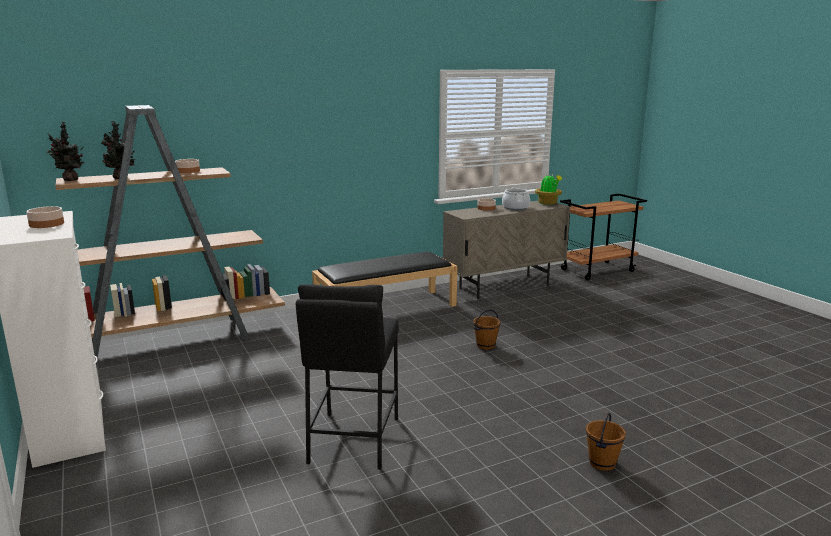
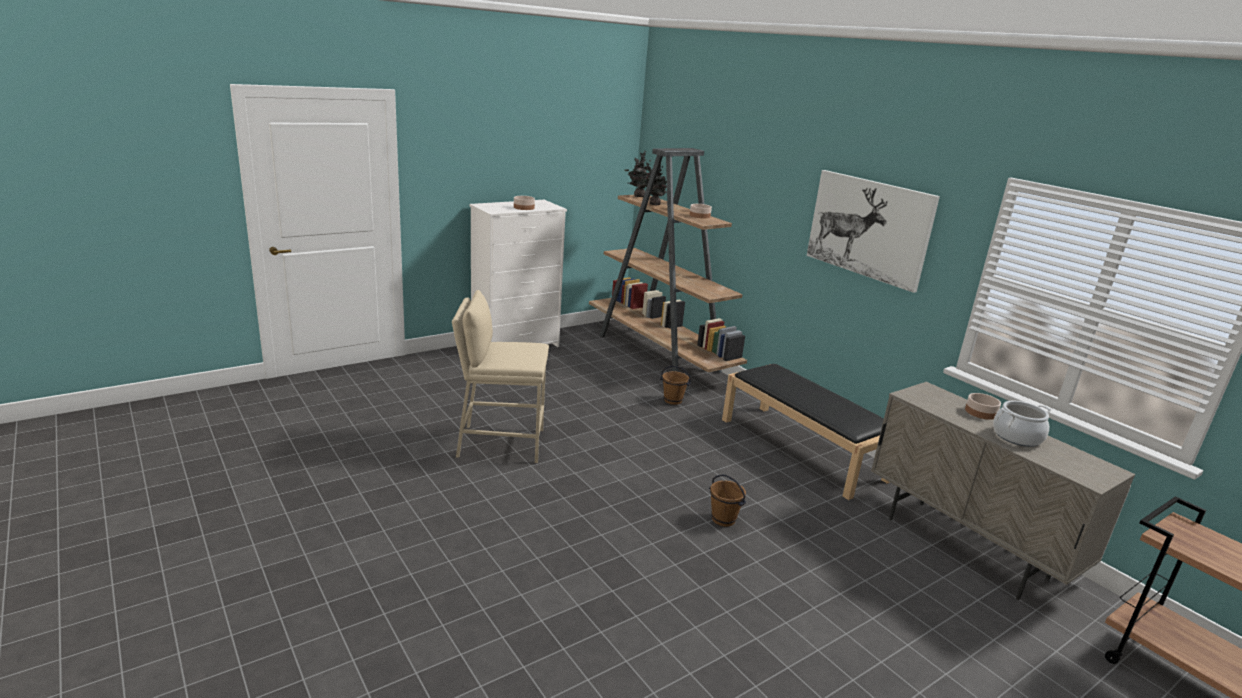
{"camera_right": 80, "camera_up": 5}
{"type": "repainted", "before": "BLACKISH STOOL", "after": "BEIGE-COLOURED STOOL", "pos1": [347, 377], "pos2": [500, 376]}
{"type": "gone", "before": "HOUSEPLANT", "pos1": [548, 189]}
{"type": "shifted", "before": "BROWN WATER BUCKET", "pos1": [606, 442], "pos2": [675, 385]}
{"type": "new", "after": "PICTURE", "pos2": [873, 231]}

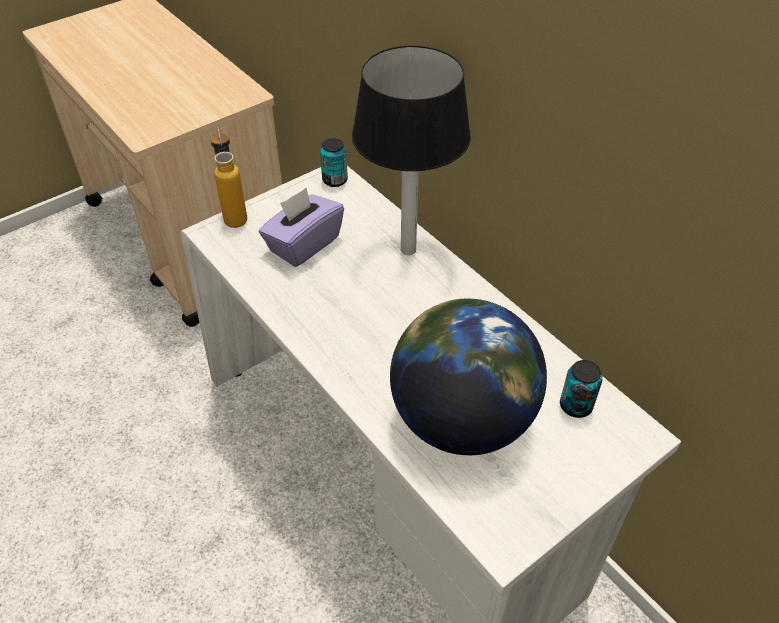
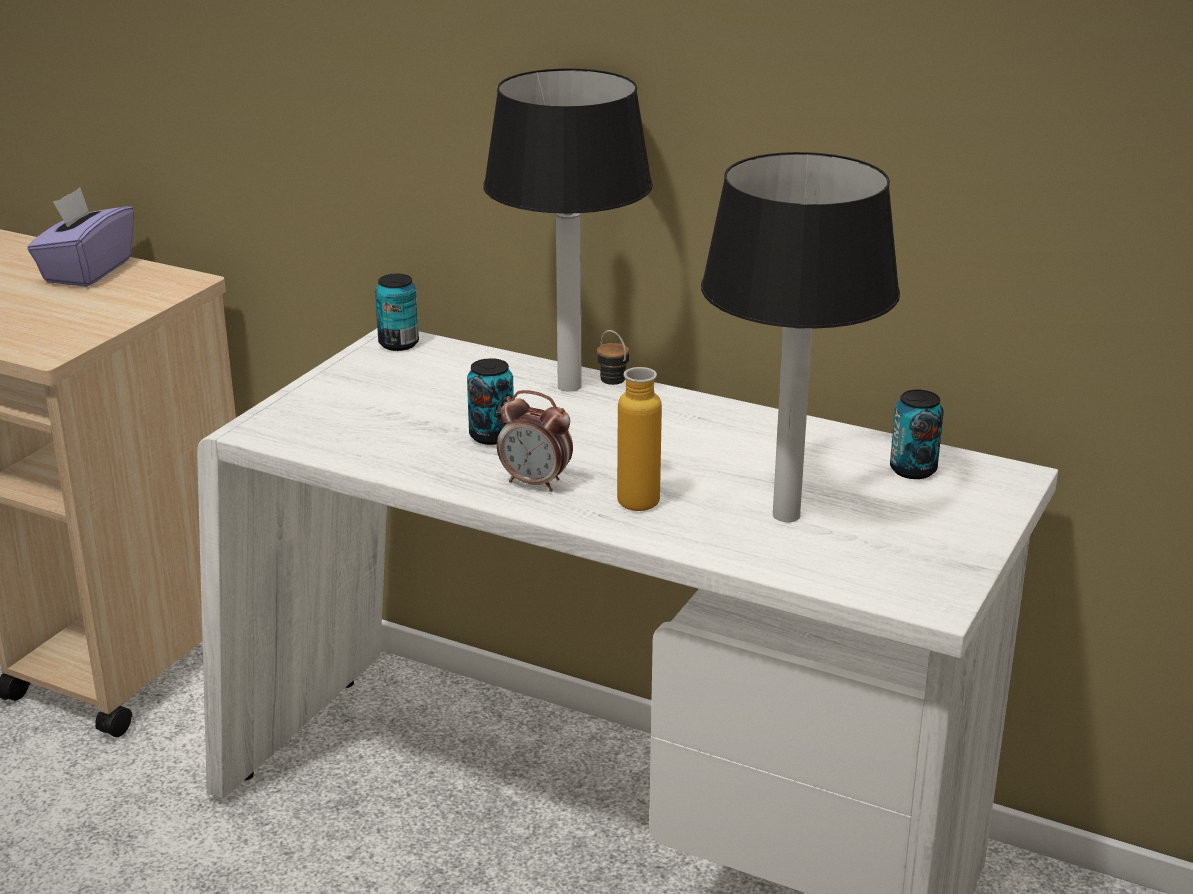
{"camera_right": -25, "camera_up": -20}
{"type": "shifted", "before": "BOTTLE", "pos1": [229, 177], "pos2": [629, 420]}
{"type": "shifted", "before": "PURPLISH TISSUE HOLDER", "pos1": [301, 227], "pos2": [80, 237]}
{"type": "swapped", "before": "GLOBE", "after": "TABLE LAMP", "pos1": [468, 377], "pos2": [800, 337]}
{"type": "new", "after": "CAN", "pos2": [490, 401]}
{"type": "new", "after": "TABLE CLOCK", "pos2": [535, 441]}

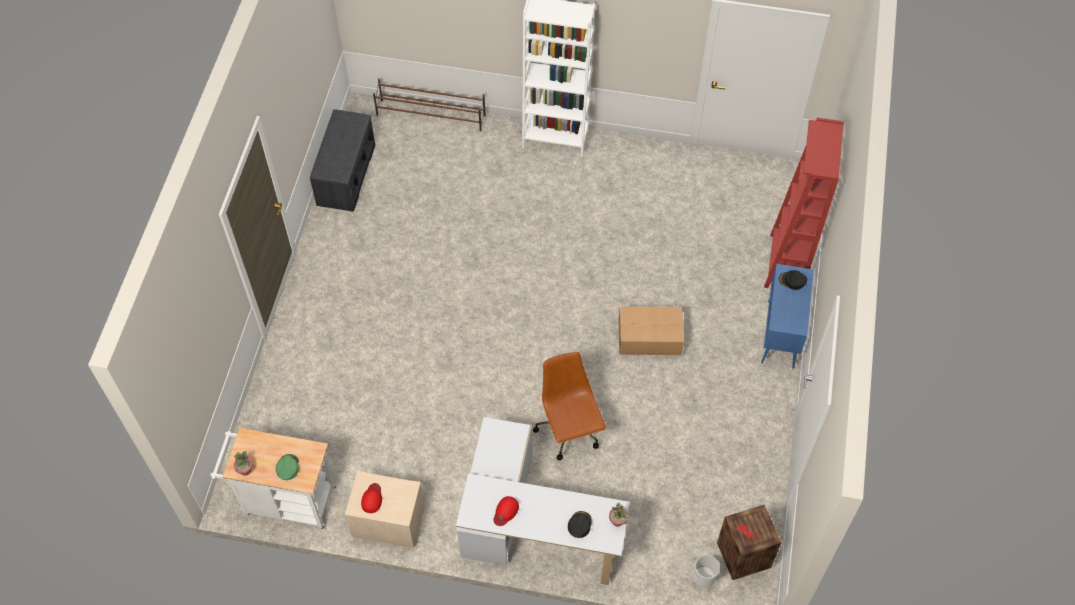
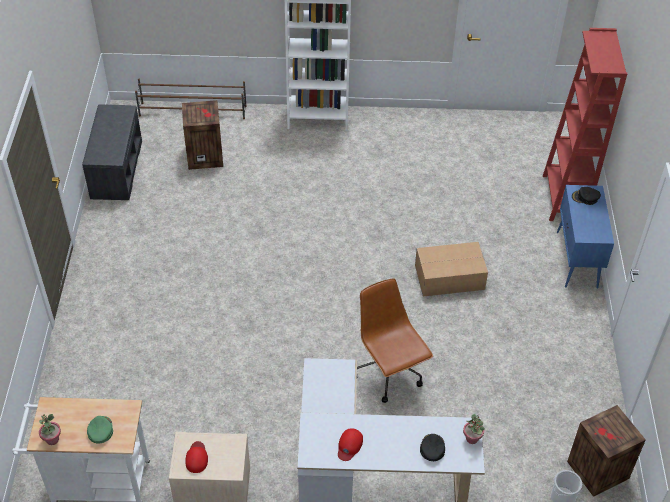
{"camera_right": -10, "camera_up": -10}
{"type": "new", "after": "CRATE", "pos2": [202, 135]}

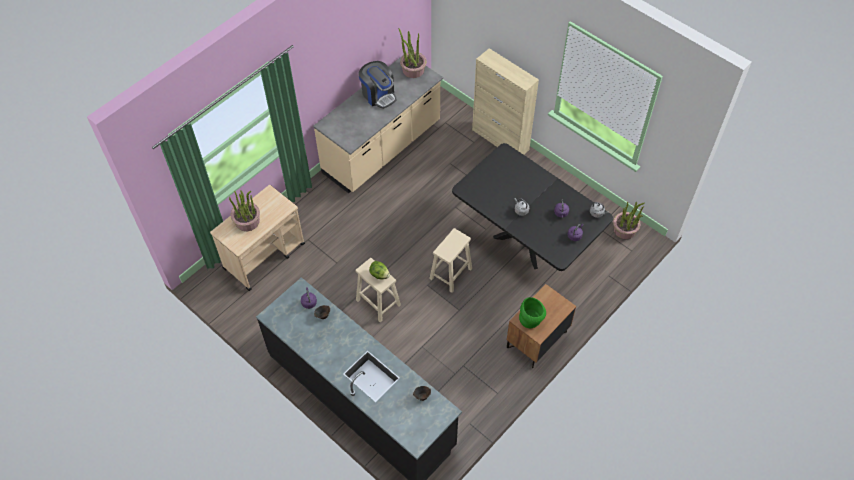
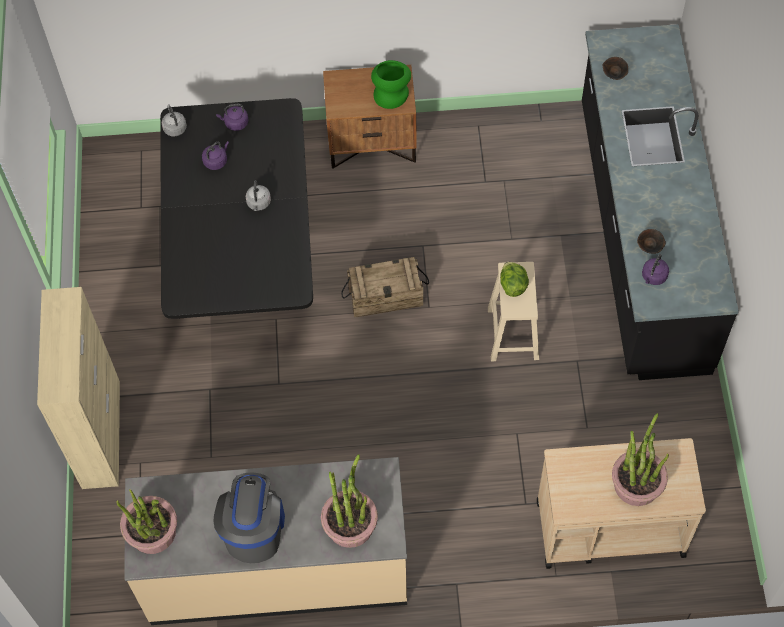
{"camera_right": -135, "camera_up": 5}
{"type": "swapped", "before": "BEIGE-COLOURED STOOL", "after": "CRATE", "pos1": [450, 260], "pos2": [385, 287]}
{"type": "shifted", "before": "HOUSEPLANT", "pos1": [629, 220], "pos2": [349, 501]}

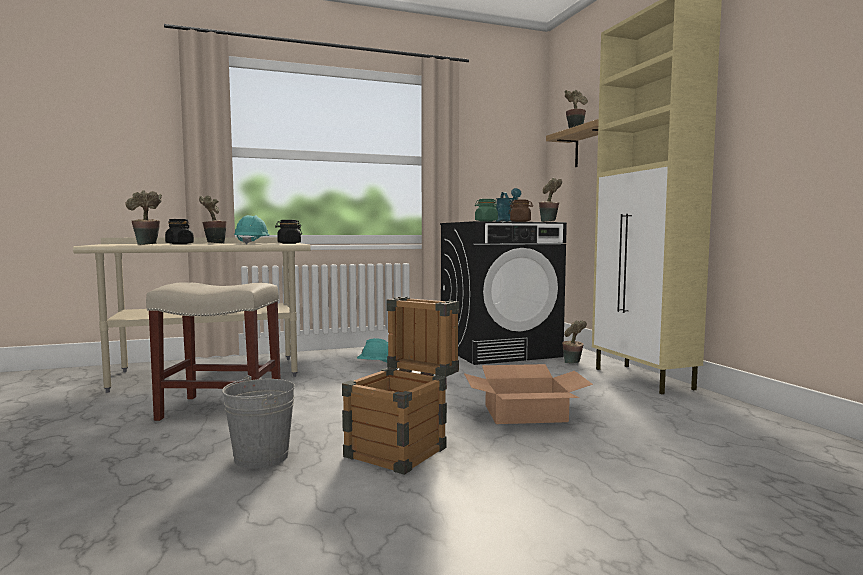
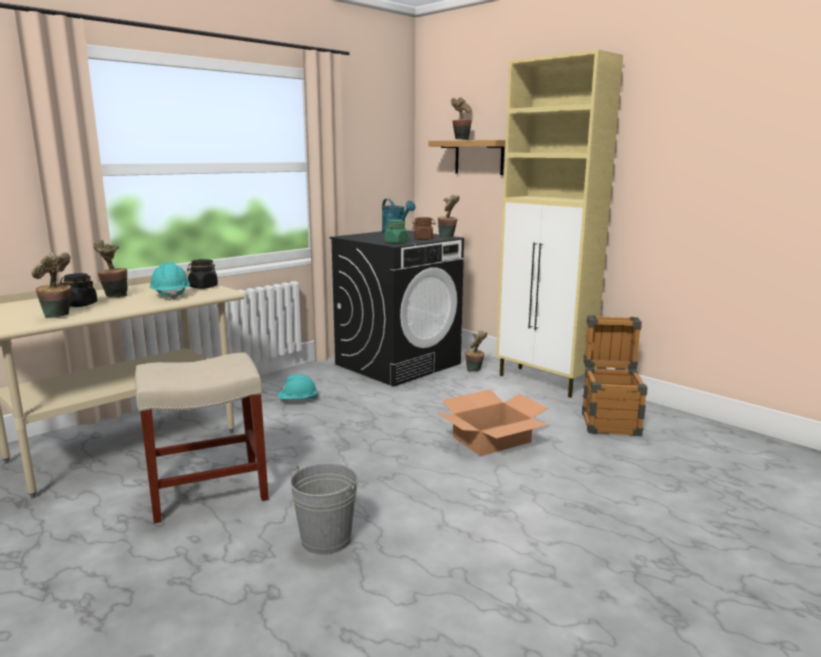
{"camera_right": -25, "camera_up": 10}
{"type": "shifted", "before": "CRATE", "pos1": [400, 386], "pos2": [615, 375]}

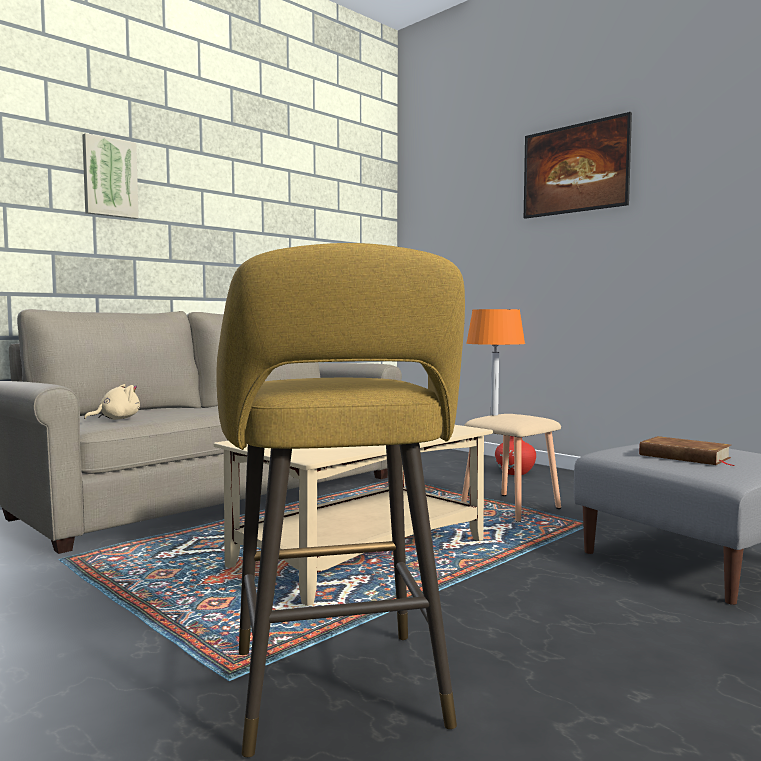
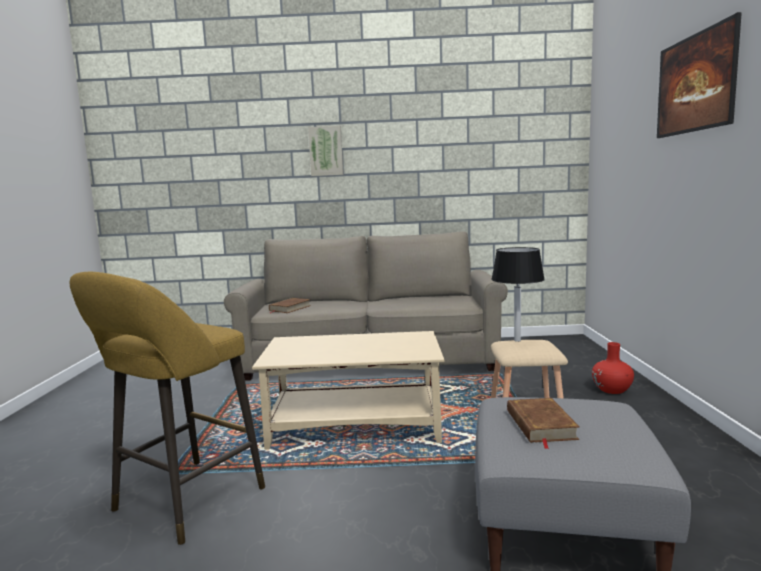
{"camera_right": 45, "camera_up": 5}
{"type": "swapped", "before": "BEIGE-COLOURED CUDDLY TOY", "after": "BROWN BOUND BOOK", "pos1": [112, 402], "pos2": [290, 305]}
{"type": "repainted", "before": "ORANGE-COLOURED TABLE LAMP", "after": "BLACKISH TABLE LAMP", "pos1": [495, 362], "pos2": [518, 294]}

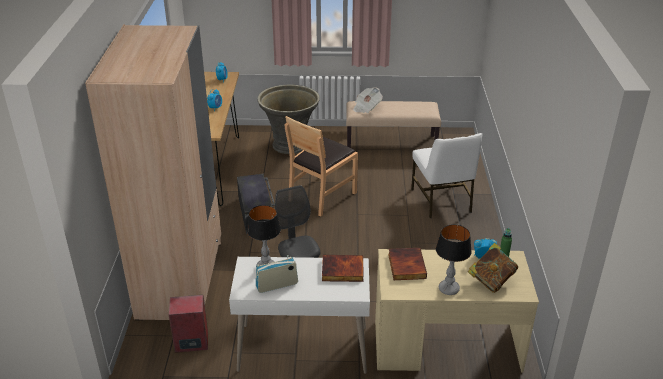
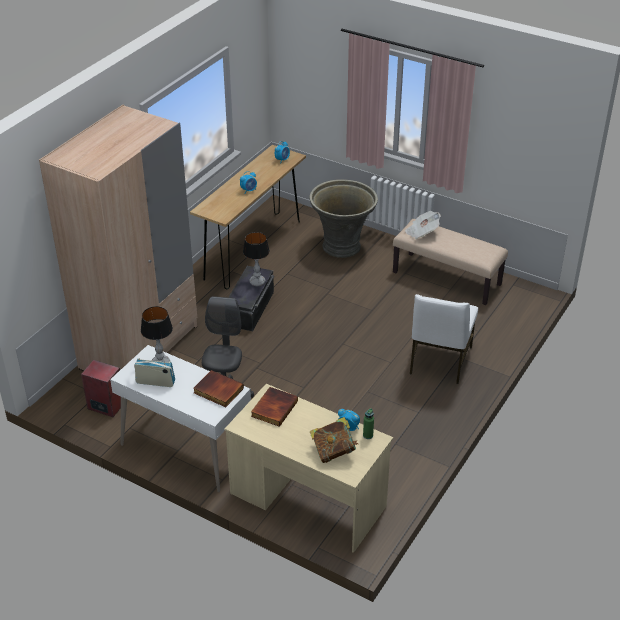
{"camera_right": 30, "camera_up": 5}
{"type": "gone", "before": "BROWN CHAIR", "pos1": [321, 166]}
{"type": "shifted", "before": "TABLE LAMP", "pos1": [454, 259], "pos2": [256, 259]}

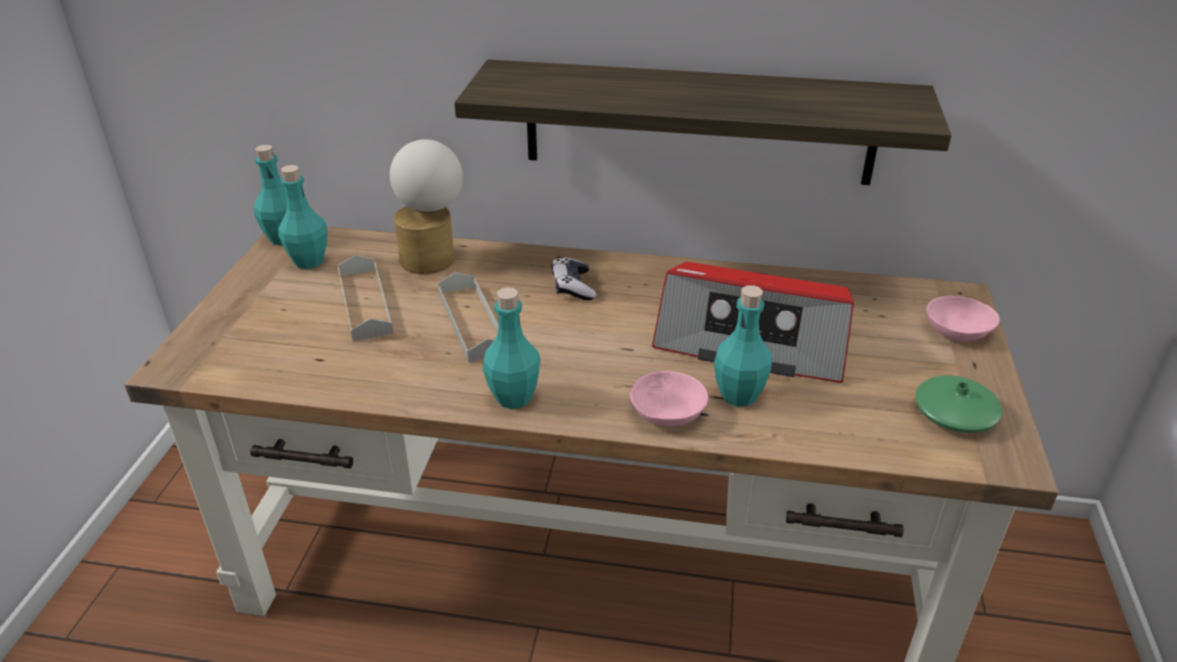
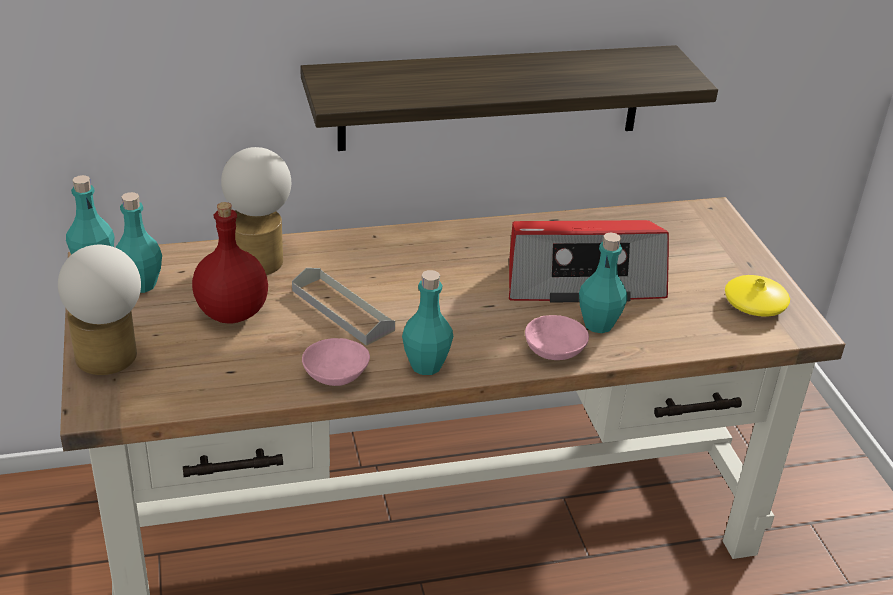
{"camera_right": -25, "camera_up": 0}
{"type": "swapped", "before": "GRAY SERVING TRAY", "after": "REDDISH BOTTLE", "pos1": [365, 298], "pos2": [230, 263]}
{"type": "gone", "before": "JOYPAD", "pos1": [574, 278]}
{"type": "repainted", "before": "GREEN DECORATIVE VASE", "after": "YELLOW DECORATIVE VASE", "pos1": [959, 404], "pos2": [757, 296]}
{"type": "shifted", "before": "PINK-COLOURED BOWL", "pos1": [963, 319], "pos2": [336, 362]}
{"type": "new", "after": "TABLE LAMP", "pos2": [99, 310]}

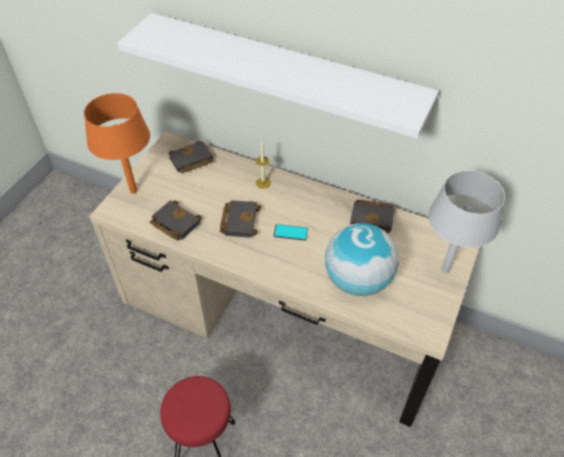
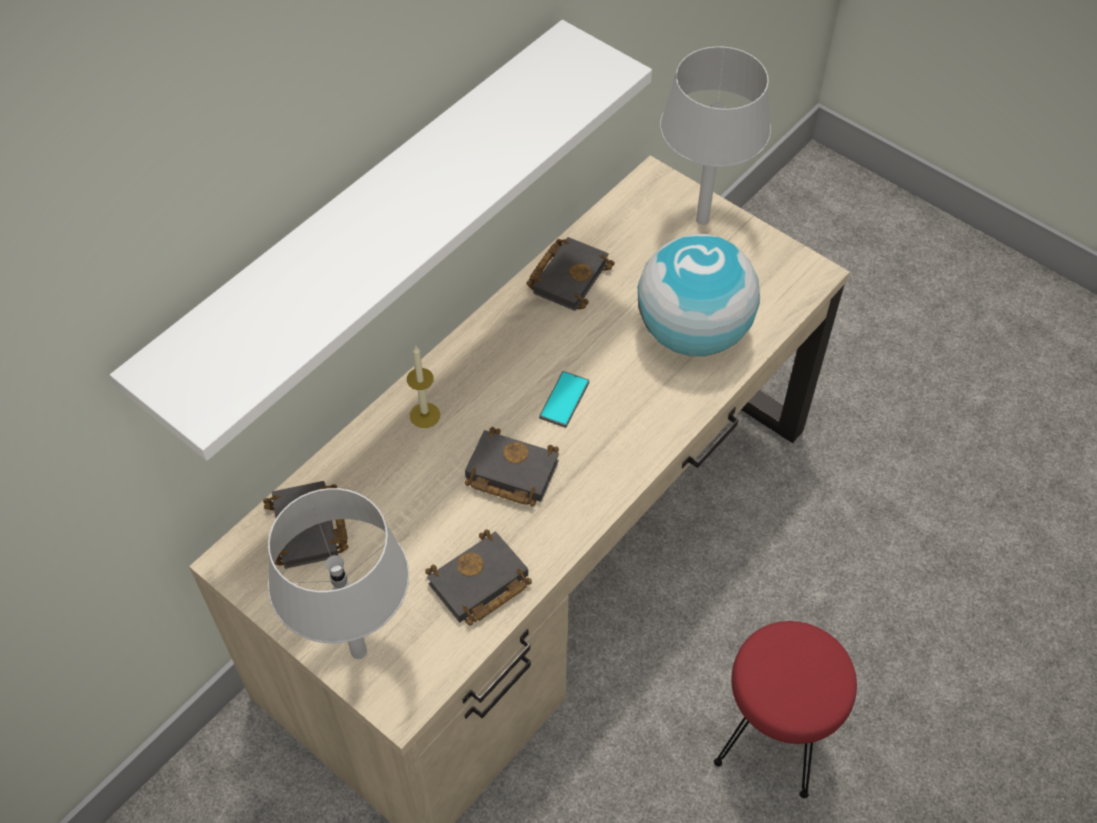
{"camera_right": -75, "camera_up": 5}
{"type": "repainted", "before": "ORANGE-COLOURED TABLE LAMP", "after": "GRAY TABLE LAMP", "pos1": [117, 143], "pos2": [338, 573]}

